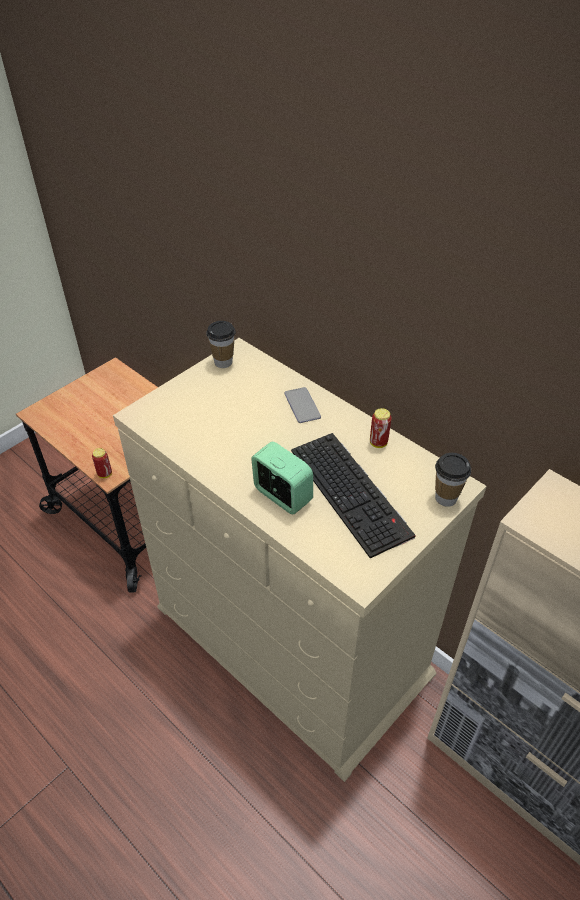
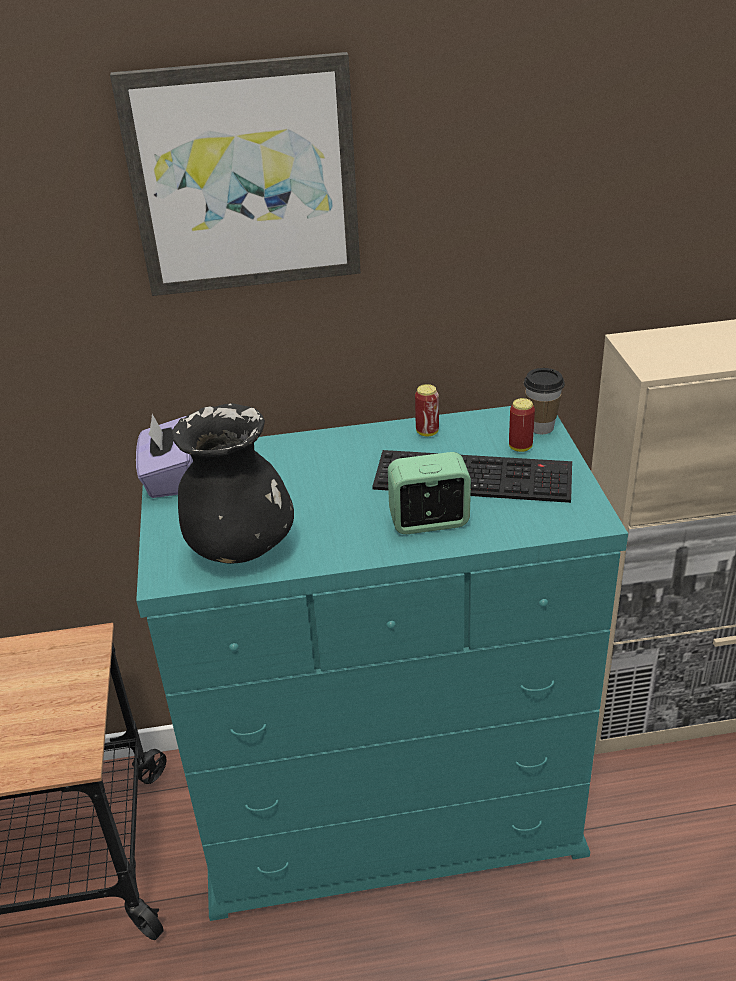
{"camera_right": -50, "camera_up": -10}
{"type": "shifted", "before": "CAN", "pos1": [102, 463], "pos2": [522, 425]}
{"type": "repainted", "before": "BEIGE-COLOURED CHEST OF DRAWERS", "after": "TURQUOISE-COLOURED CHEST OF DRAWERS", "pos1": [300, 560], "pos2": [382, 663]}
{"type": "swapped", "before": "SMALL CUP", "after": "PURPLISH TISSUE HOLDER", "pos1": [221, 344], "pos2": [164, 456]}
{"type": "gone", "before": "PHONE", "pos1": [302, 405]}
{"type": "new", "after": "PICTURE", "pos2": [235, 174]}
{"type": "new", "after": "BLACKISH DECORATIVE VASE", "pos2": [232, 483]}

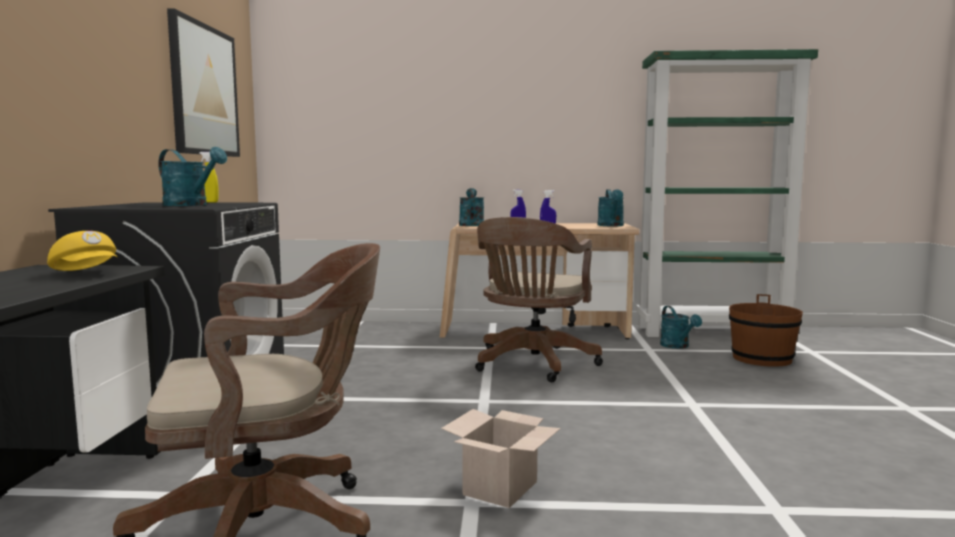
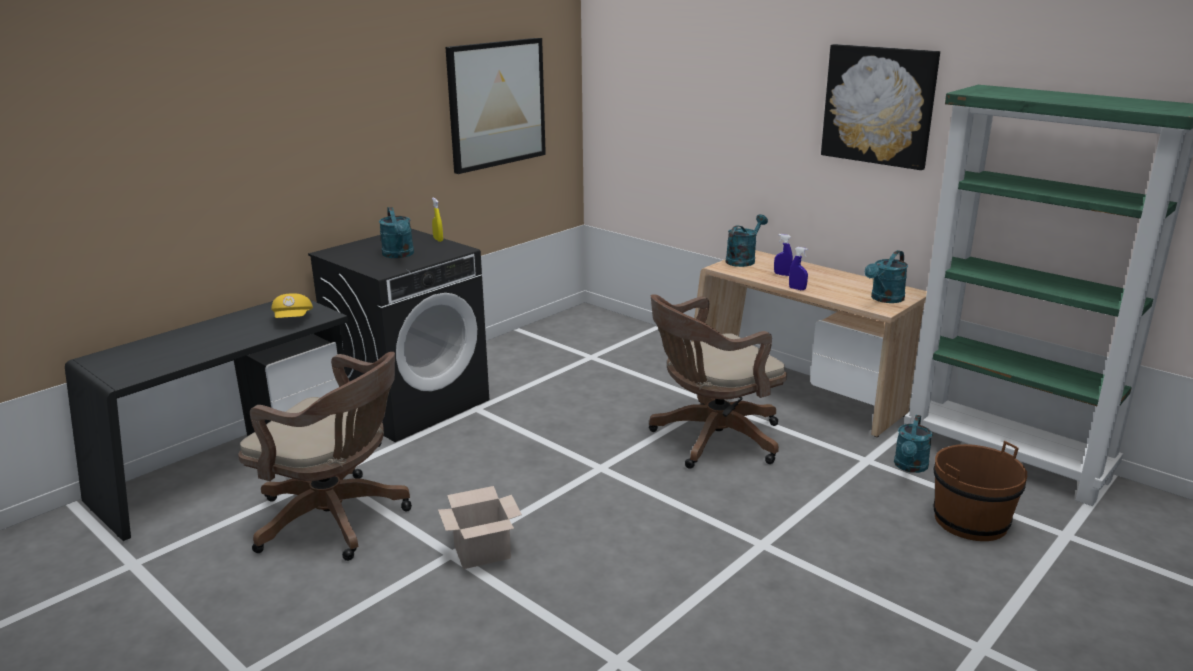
{"camera_right": 40, "camera_up": 15}
{"type": "new", "after": "PICTURE", "pos2": [880, 107]}

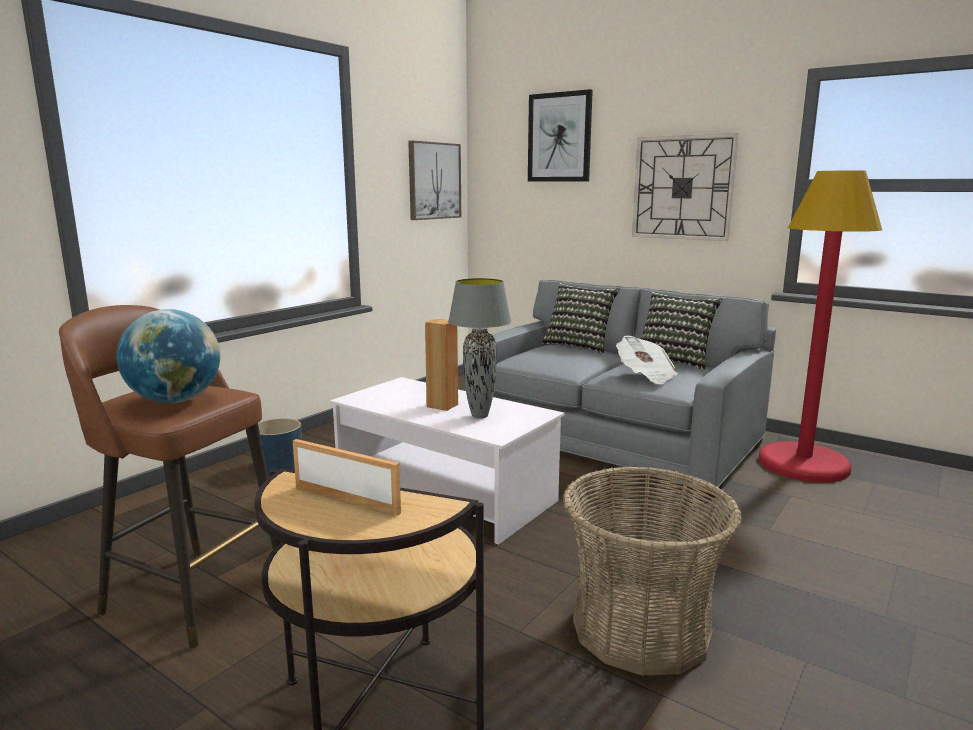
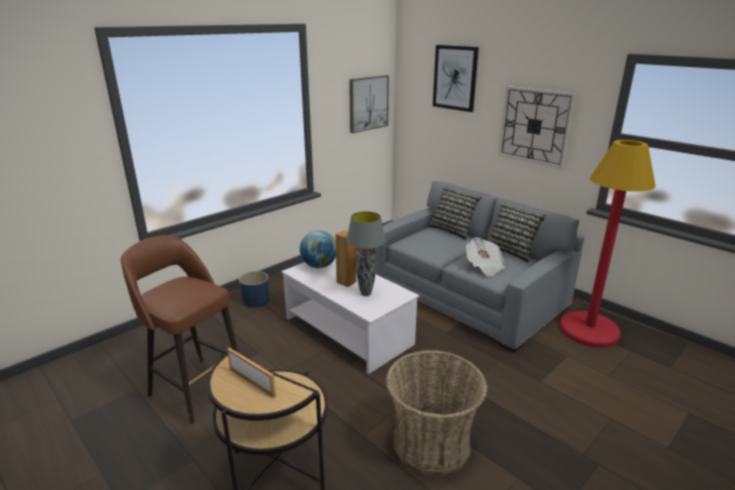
{"camera_right": 10, "camera_up": 10}
{"type": "shifted", "before": "GLOBE", "pos1": [168, 356], "pos2": [318, 249]}

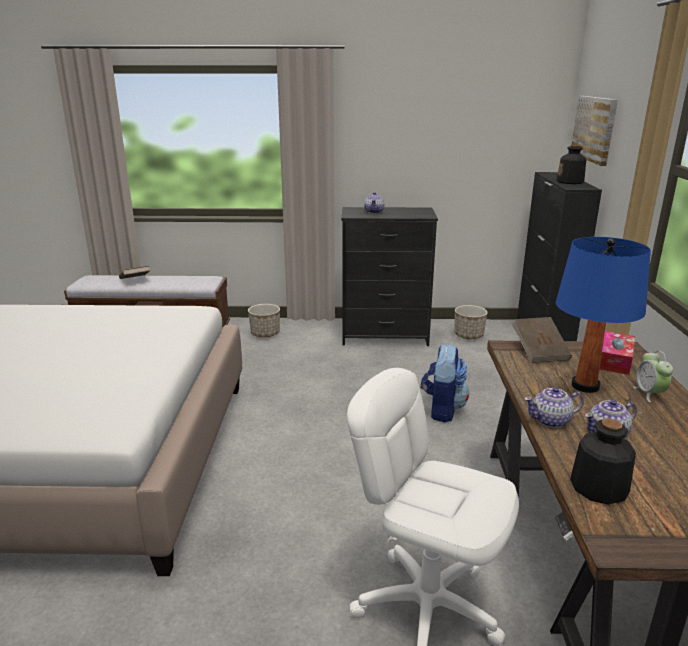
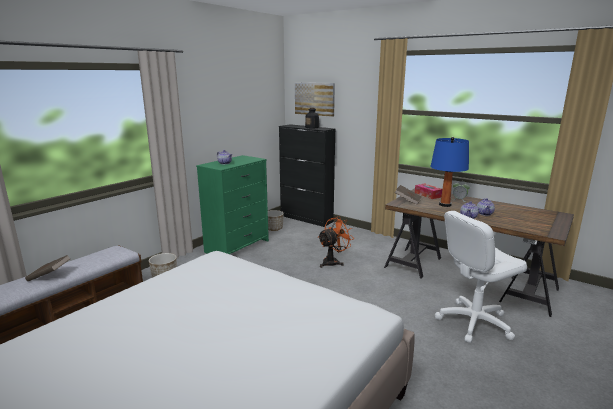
{"camera_right": -55, "camera_up": -5}
{"type": "repainted", "before": "BLACKISH CHEST OF DRAWERS", "after": "GREEN CHEST OF DRAWERS", "pos1": [389, 276], "pos2": [232, 204]}
{"type": "swapped", "before": "KNAPSACK", "after": "ORANGE-COLOURED ELECTRIC FAN", "pos1": [444, 383], "pos2": [335, 242]}
{"type": "gone", "before": "BOTTLE", "pos1": [603, 461]}

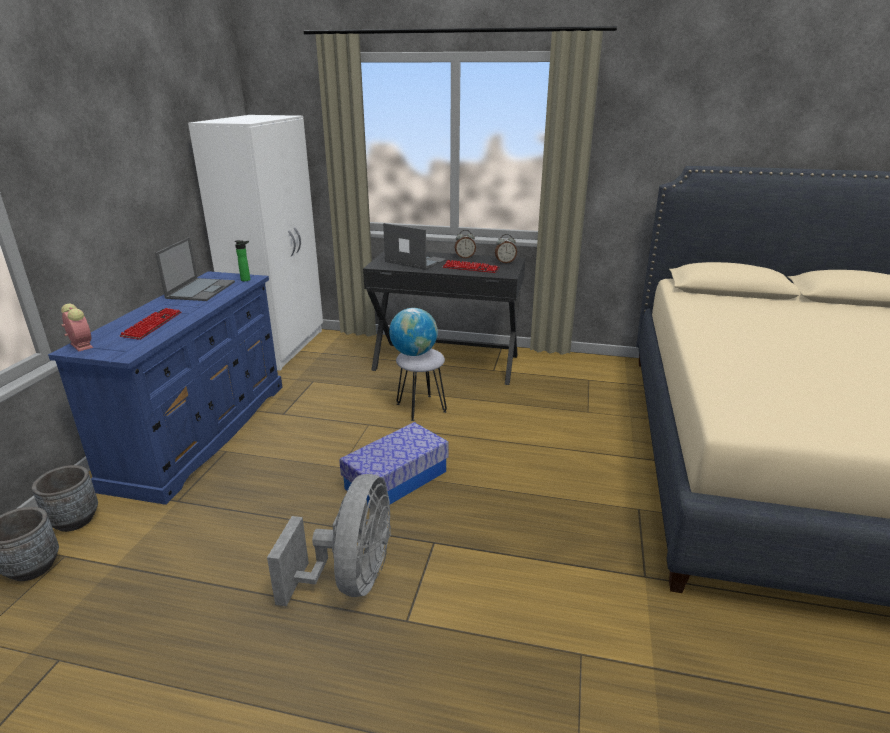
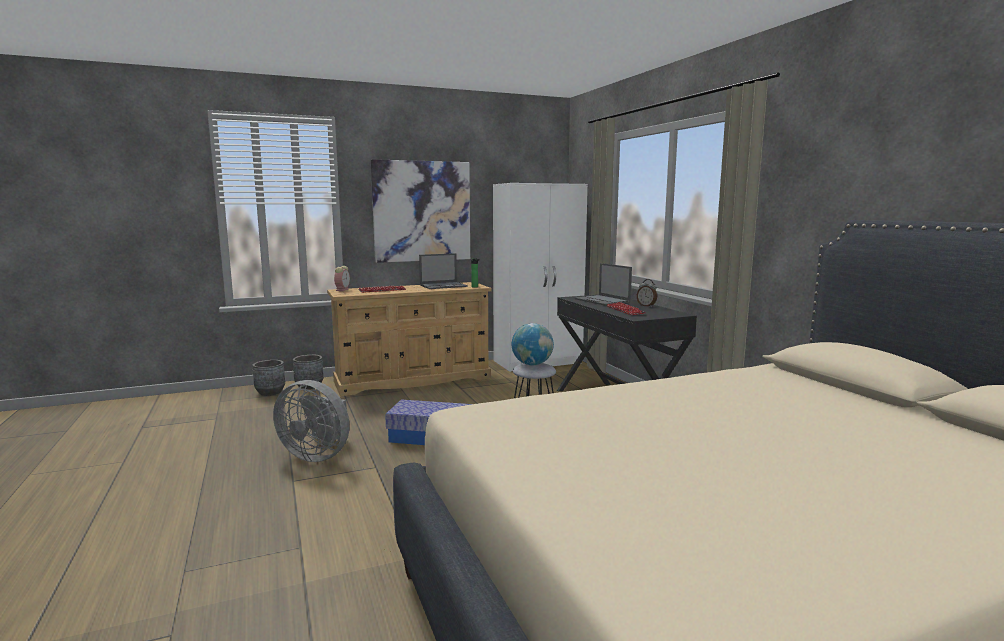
{"camera_right": 55, "camera_up": -15}
{"type": "repainted", "before": "BLUE-COLOURED CHEST OF DRAWERS", "after": "BEIGE-COLOURED CHEST OF DRAWERS", "pos1": [165, 388], "pos2": [409, 339]}
{"type": "rotated", "before": "GRAY ELECTRIC FAN", "pos1": [329, 540], "pos2": [311, 421], "turn": 45}
{"type": "rotated", "before": "PORTABLE COMPUTER", "pos1": [414, 246], "pos2": [603, 284], "turn": 150}
{"type": "gone", "before": "TABLE CLOCK", "pos1": [506, 248]}
{"type": "new", "after": "PICTURE", "pos2": [420, 211]}

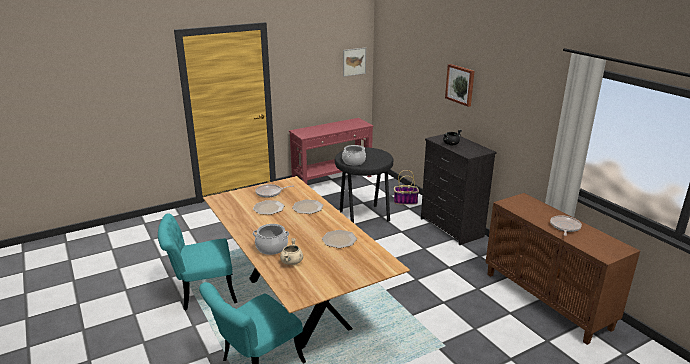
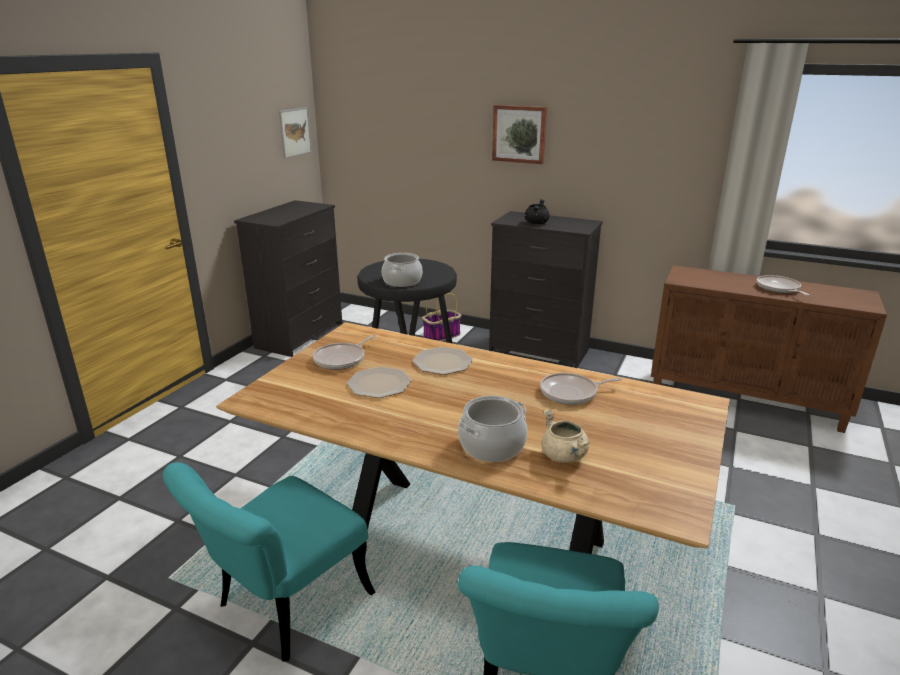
{"camera_right": -35, "camera_up": 0}
{"type": "swapped", "before": "REDDISH NARROW TABLE", "after": "BLACKISH CHEST OF DRAWERS", "pos1": [331, 151], "pos2": [288, 278]}
{"type": "swapped", "before": "DINNER PLATE", "after": "PAN", "pos1": [339, 239], "pos2": [581, 389]}

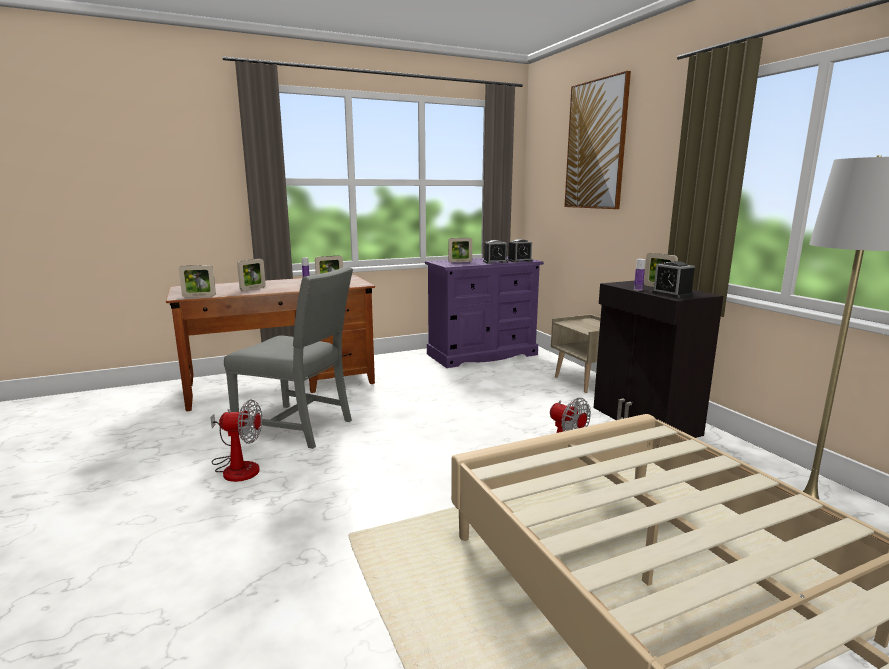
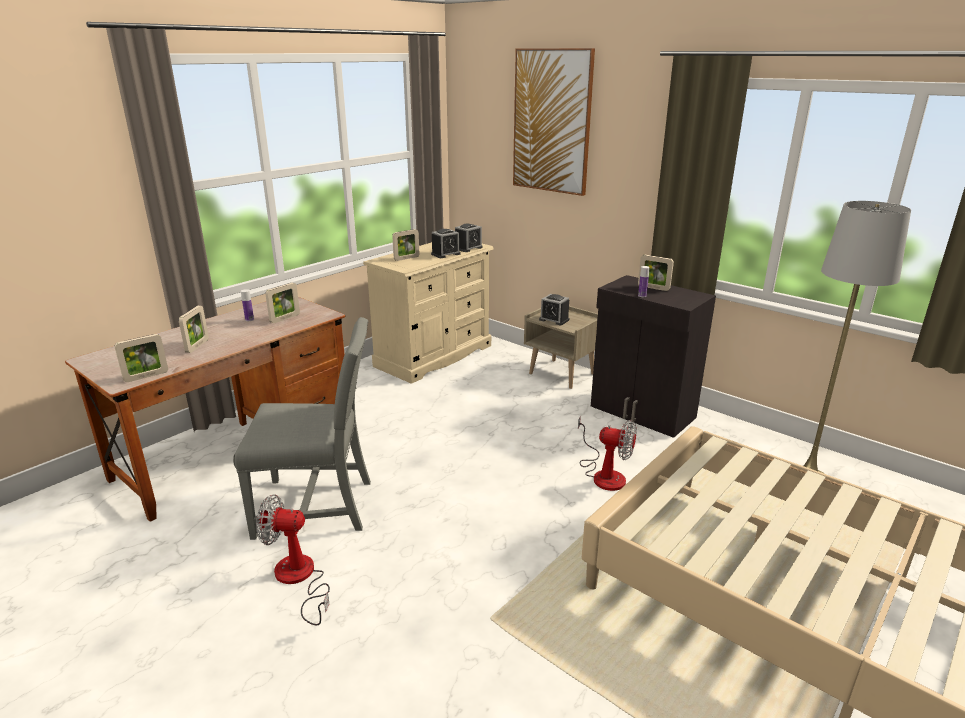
{"camera_right": -25, "camera_up": 10}
{"type": "rotated", "before": "ELECTRIC FAN", "pos1": [236, 441], "pos2": [293, 559], "turn": -150}
{"type": "repainted", "before": "PURPLISH CHEST OF DRAWERS", "after": "BEIGE-COLOURED CHEST OF DRAWERS", "pos1": [484, 312], "pos2": [428, 313]}
{"type": "shifted", "before": "TABLE CLOCK", "pos1": [673, 279], "pos2": [554, 309]}

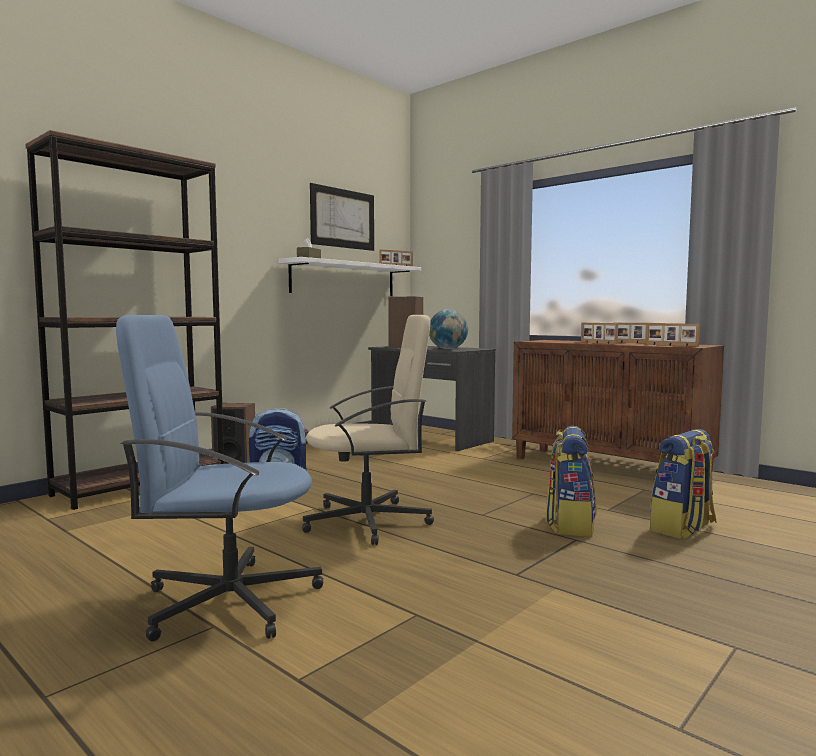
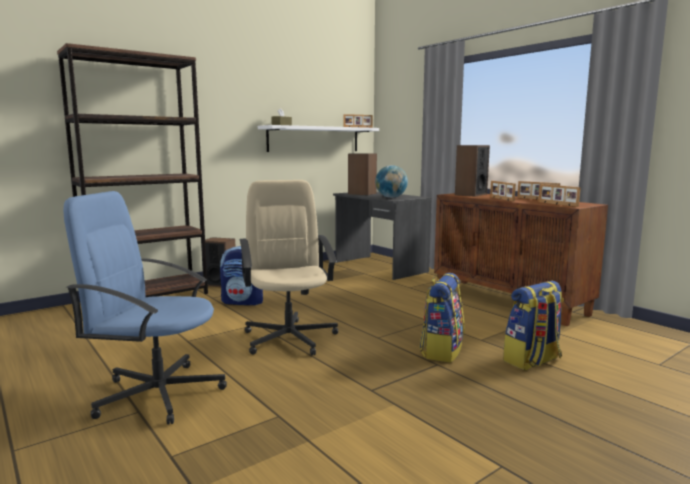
{"camera_right": 10, "camera_up": 5}
{"type": "rotated", "before": "BEIGE-COLOURED OFFICE CHAIR", "pos1": [368, 430], "pos2": [288, 267], "turn": -105}
{"type": "gone", "before": "PICTURE", "pos1": [342, 217]}
{"type": "new", "after": "AUDIO SPEAKER", "pos2": [472, 171]}

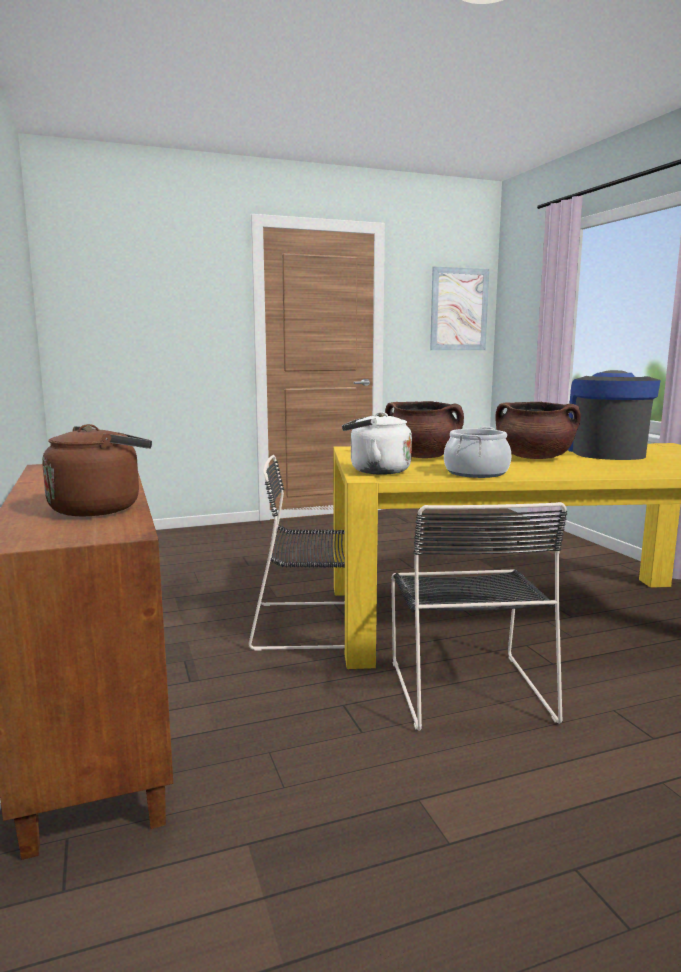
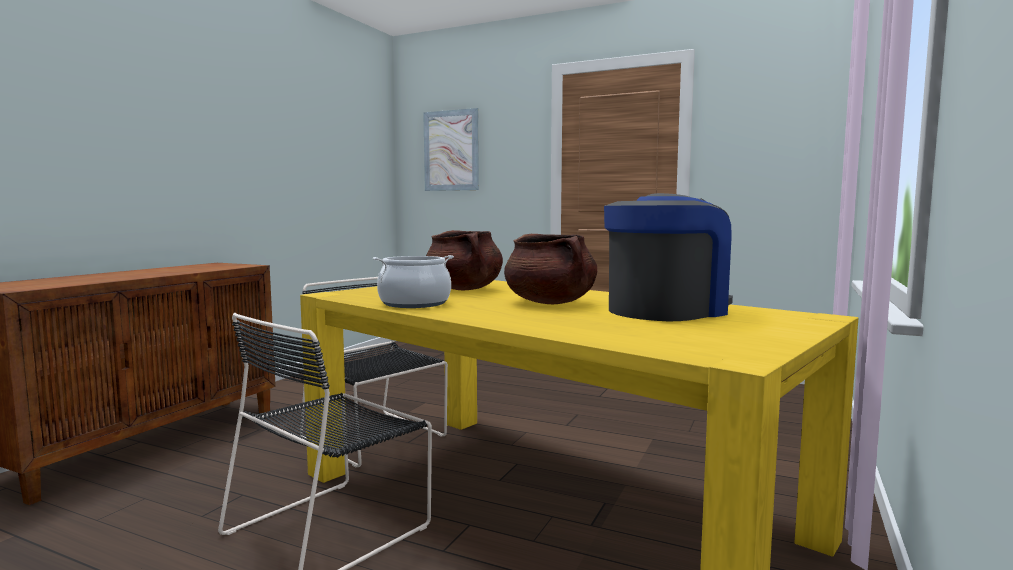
{"camera_right": 45, "camera_up": -5}
{"type": "gone", "before": "BROWN KETTLE", "pos1": [97, 470]}
{"type": "gone", "before": "WHITISH KETTLE", "pos1": [377, 443]}
{"type": "shifted", "before": "PICTURE", "pos1": [459, 308], "pos2": [451, 149]}

